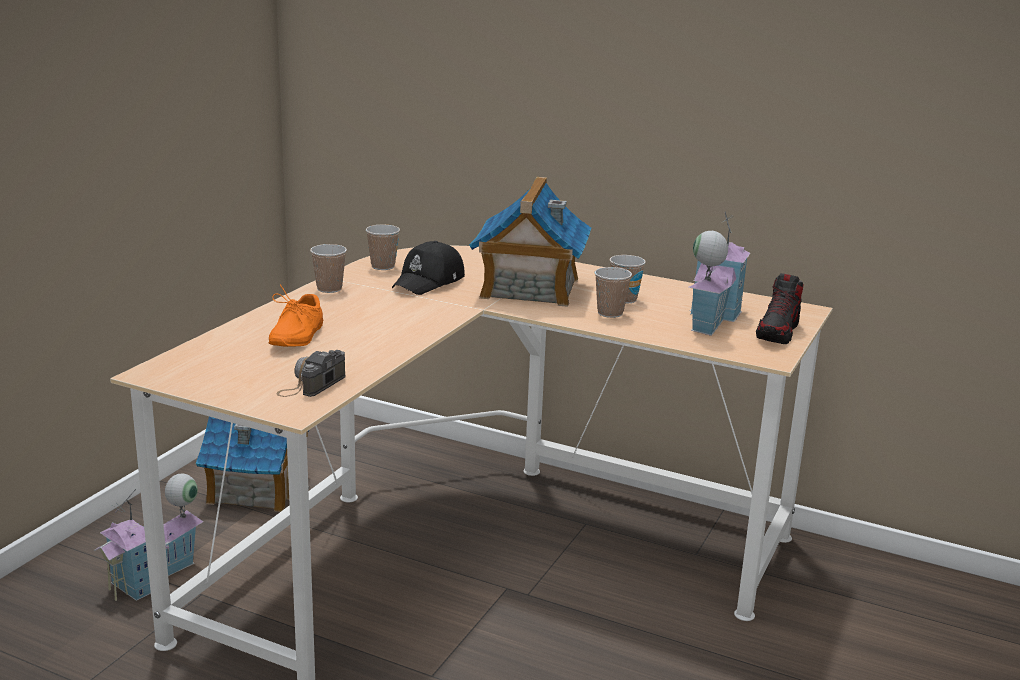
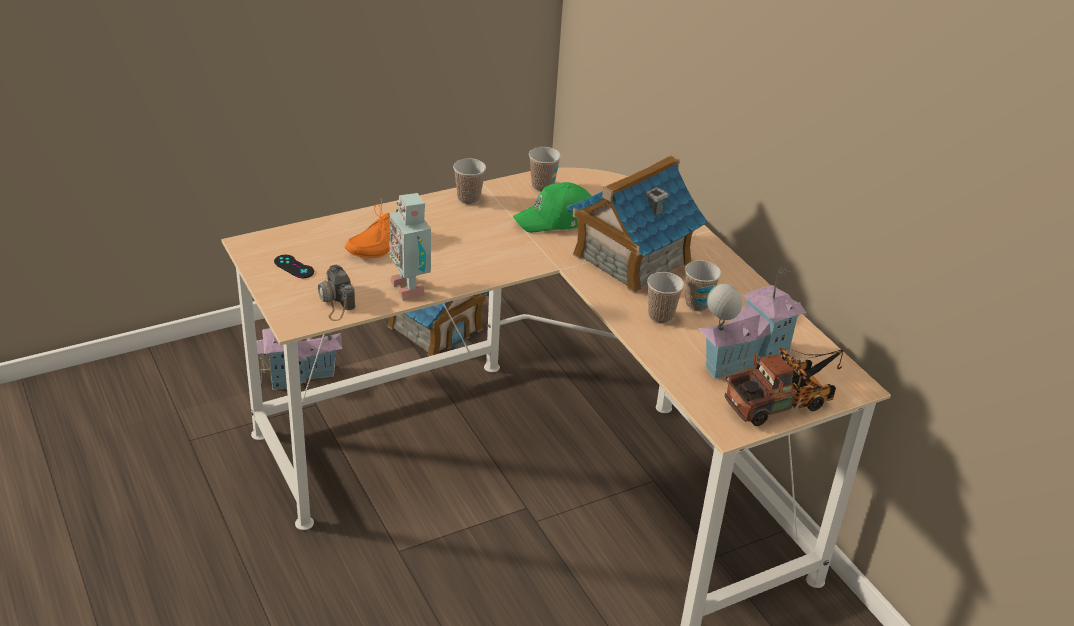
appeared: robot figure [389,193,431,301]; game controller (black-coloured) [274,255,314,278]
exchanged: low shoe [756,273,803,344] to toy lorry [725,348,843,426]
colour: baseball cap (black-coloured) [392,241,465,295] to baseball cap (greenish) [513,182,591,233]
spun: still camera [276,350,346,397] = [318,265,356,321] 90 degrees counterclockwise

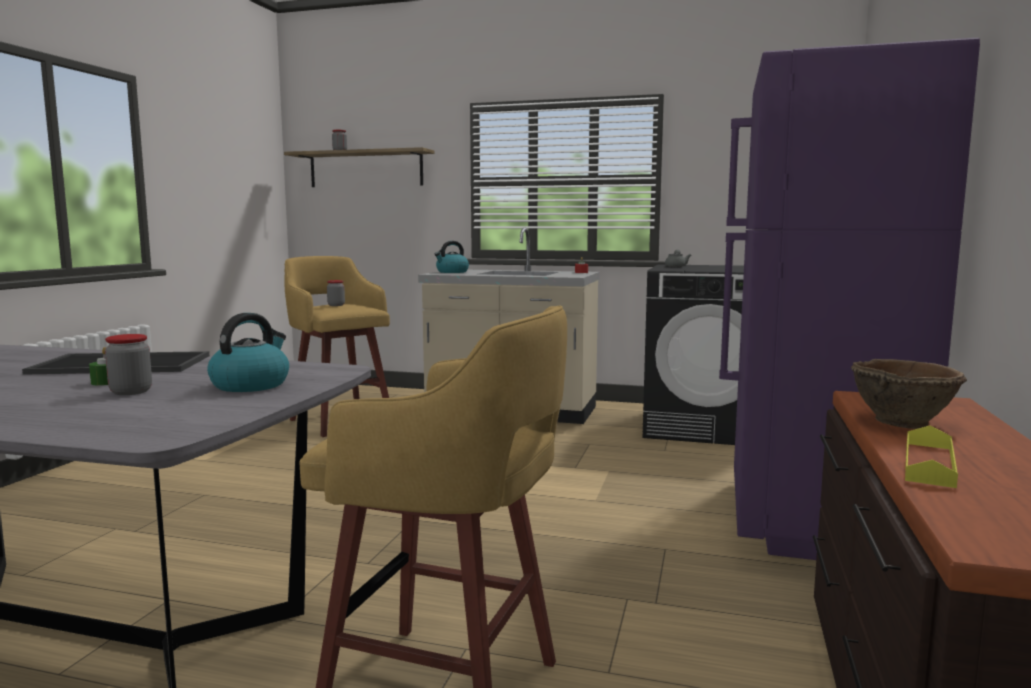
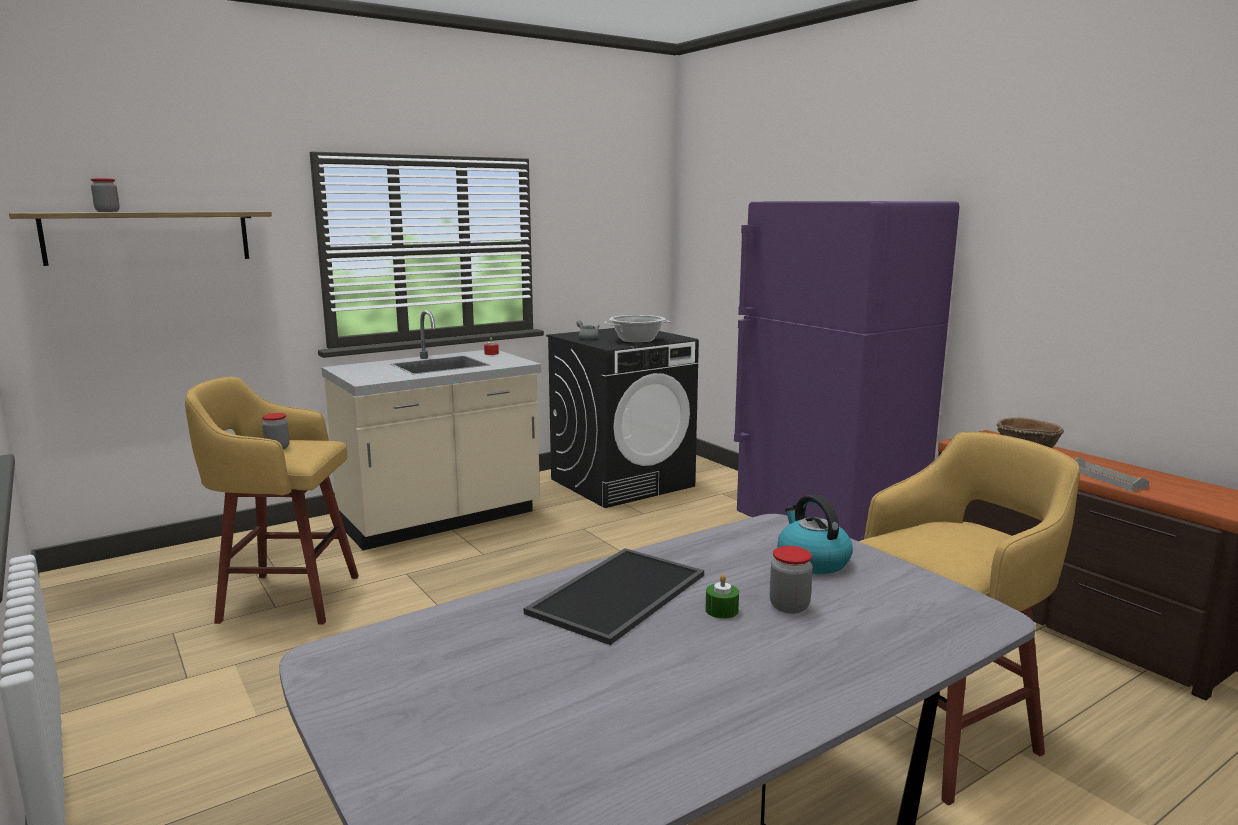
missing: tea kettle [434,241,469,273]
appeared: cooking pot [604,315,671,343]
colour: serving tray (yellow-coloured) [905,425,958,488] to serving tray (gray) [1074,457,1149,491]

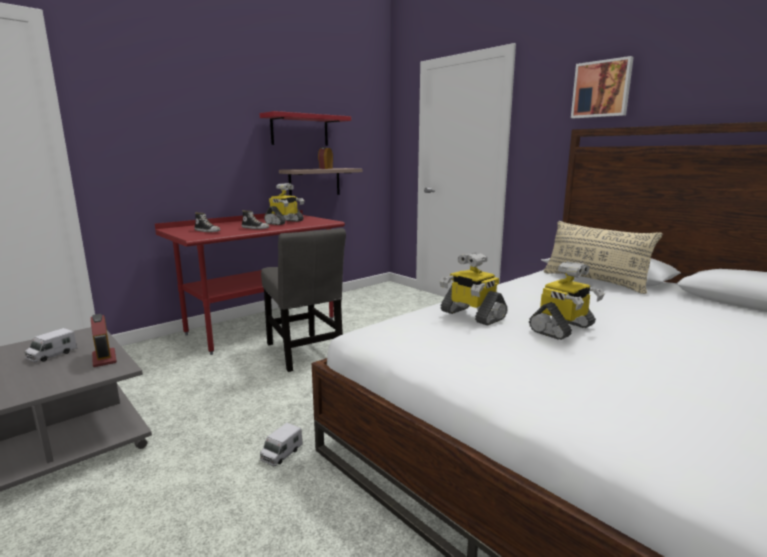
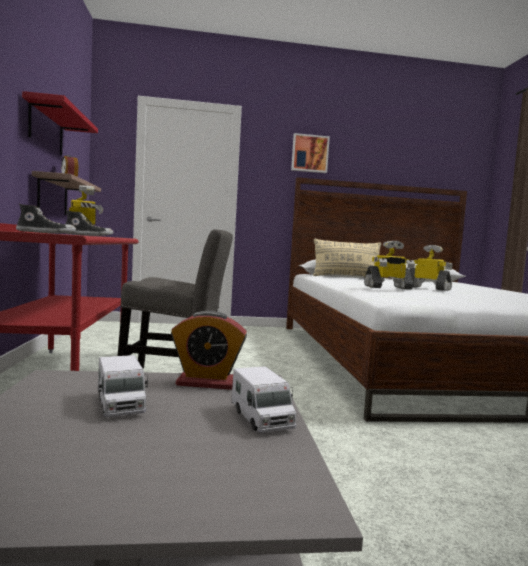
relocated: toy lorry [260,423,303,466] to [231,366,296,433]
spun: robot figure [529,261,605,340] = [409,245,452,291] 45 degrees counterclockwise

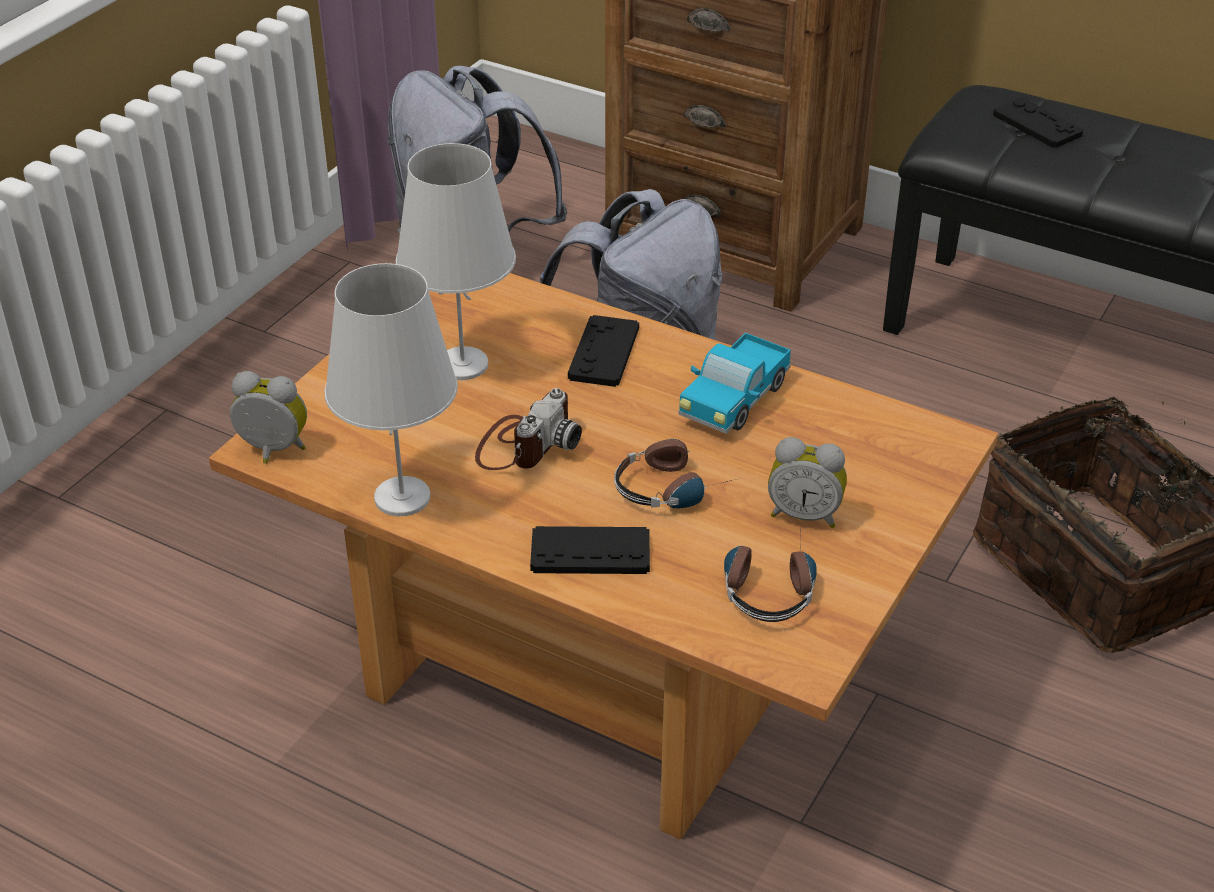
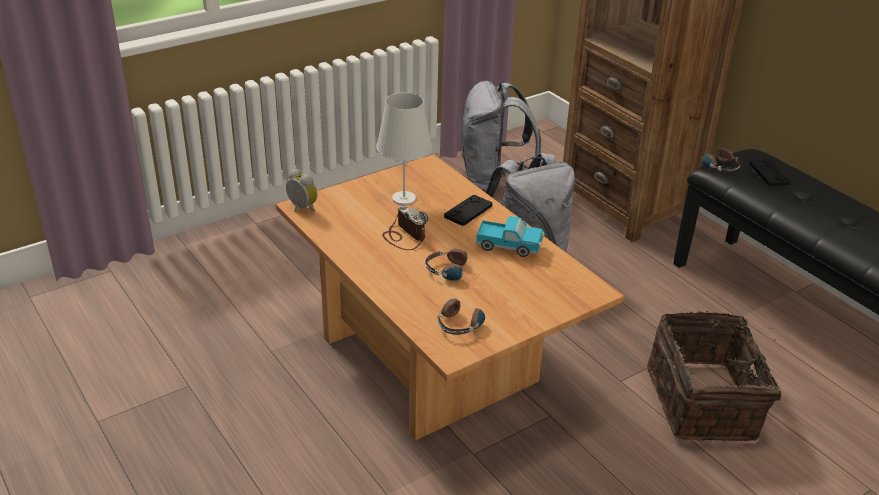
missing: table lamp (white) [325,263,458,516]; alarm clock [768,437,847,528]; game controller (black-coloured) [530,526,650,574]
appeared: headphones [702,148,741,171]
spun: toy lorry [678,333,791,434] = [476,216,545,257] 135 degrees counterclockwise; still camera [475,388,582,470] = [382,205,428,250] 90 degrees counterclockwise

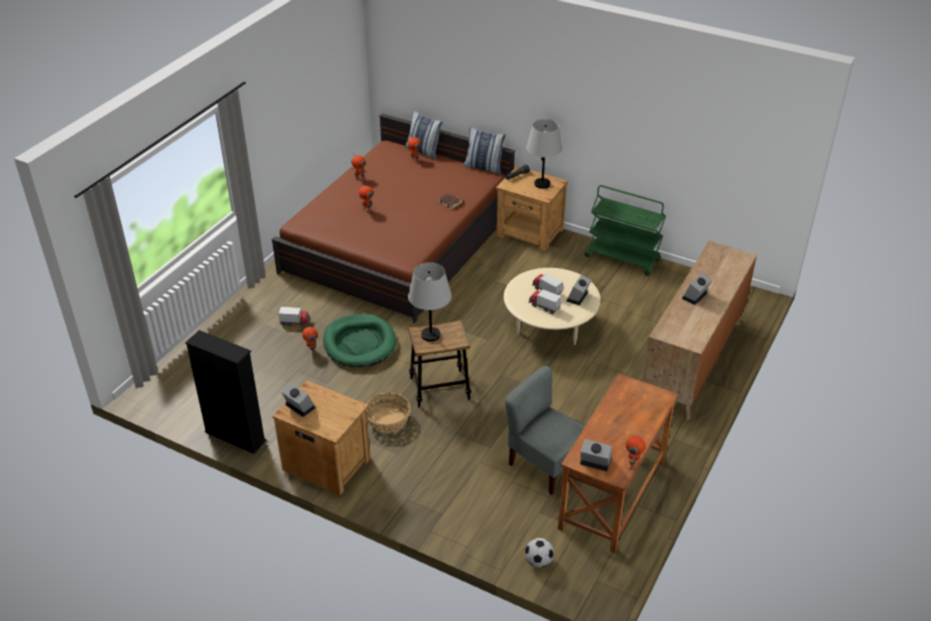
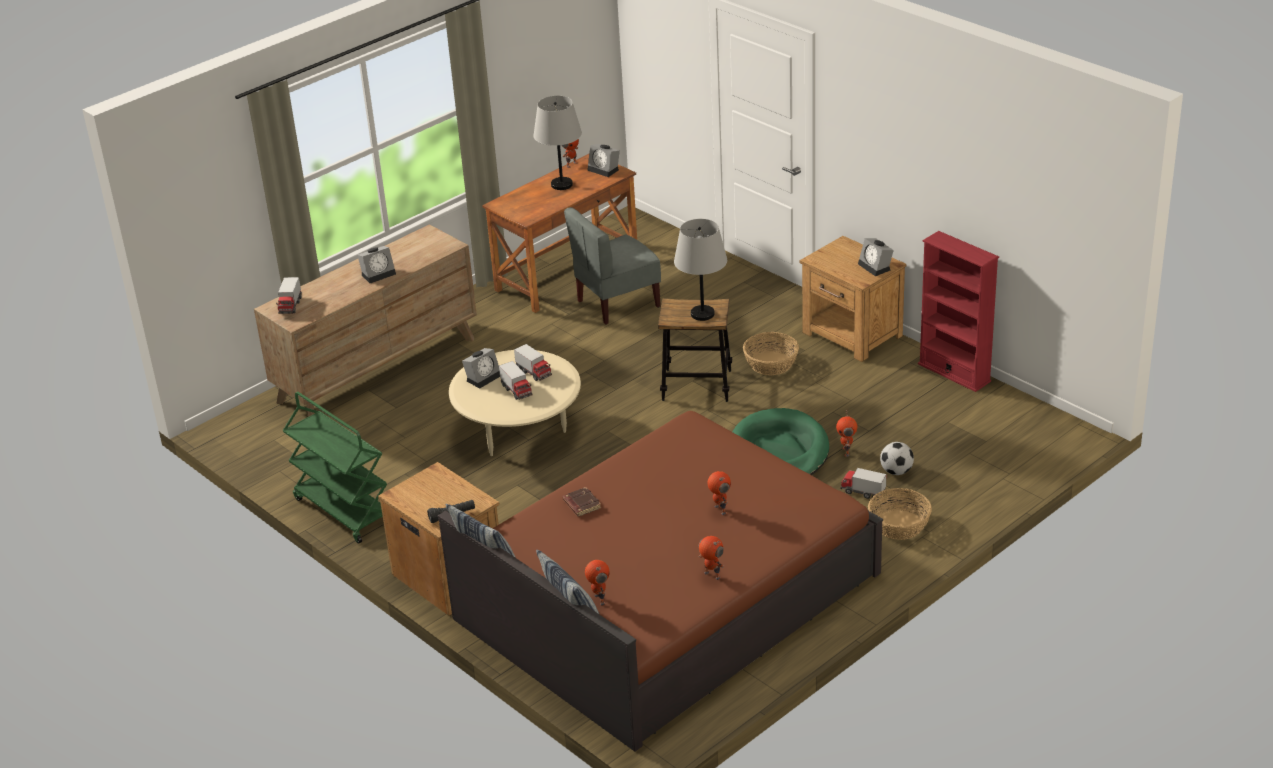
appeared: toy lorry [276,277,302,314]; storage basket [868,488,932,540]
relocated: table lamp (gray) [526,119,563,189] to [533,96,582,190]; ball for football [525,538,554,568] to [880,442,914,475]
colour: bookcase (black-coloured) [185,330,267,454] to bookcase (reddish) [918,231,999,392]
spun: chair (gray) [505,365,586,495] = [564,207,661,325] 90 degrees clockwise

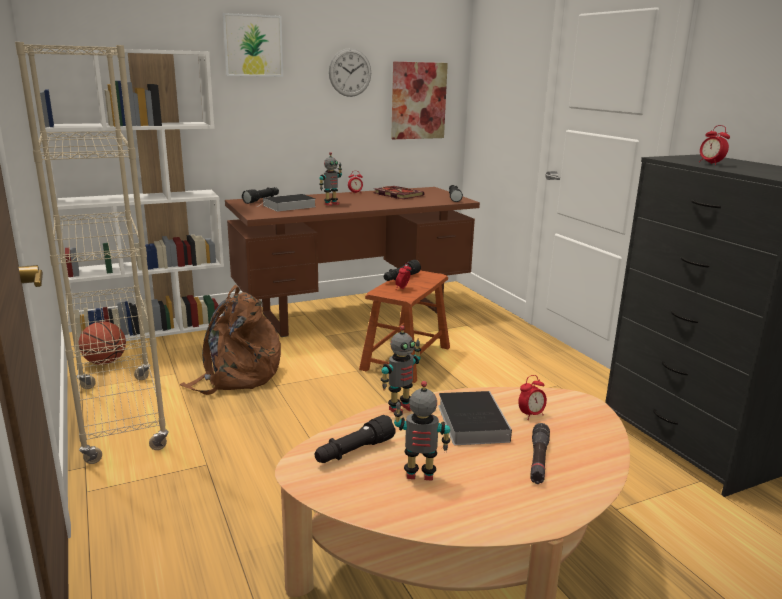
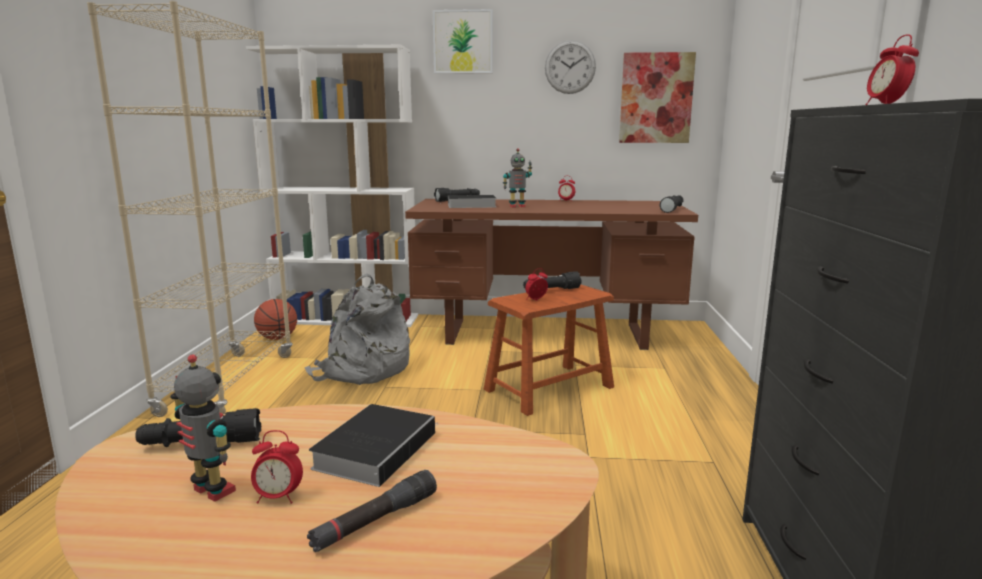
missing: volume [374,186,424,199]; robot figure [381,325,421,414]
relocated: alarm clock [518,375,547,420] to [251,430,303,504]
colour: rucksack (brown) [180,285,281,395] to rucksack (gray) [305,274,410,385]

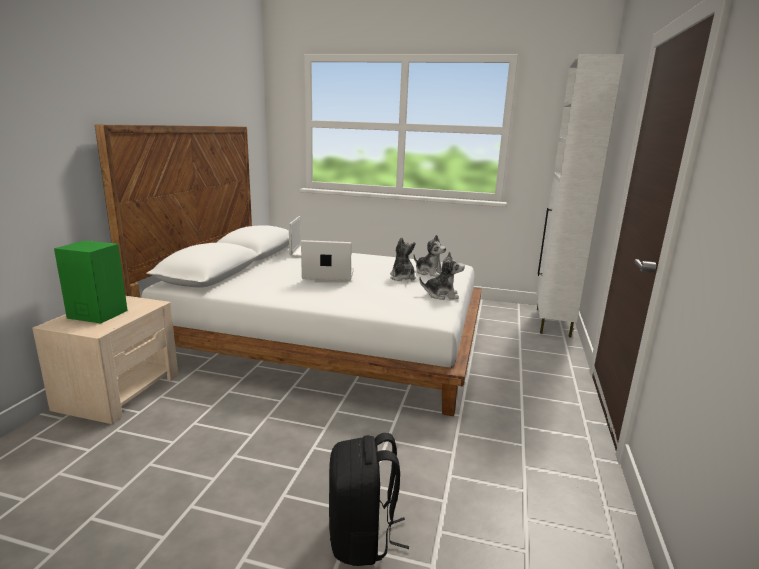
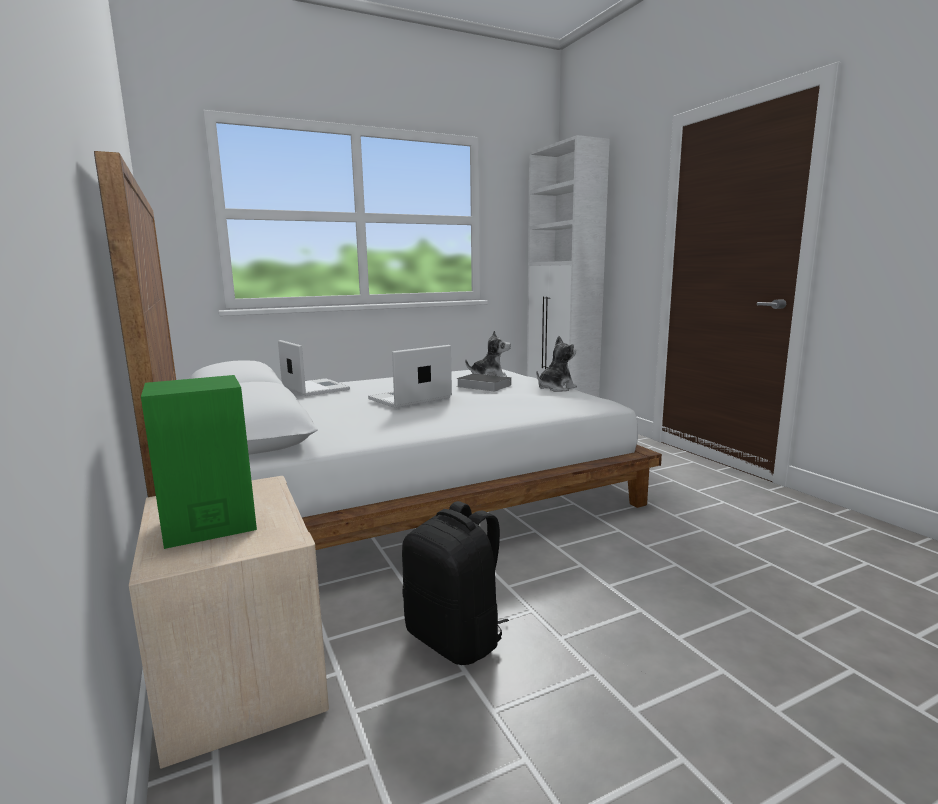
relocated: rucksack (black-coloured) [329,433,409,566] to [402,501,509,665]
exchanged: plush toy [390,237,416,281] to volume [456,374,511,391]

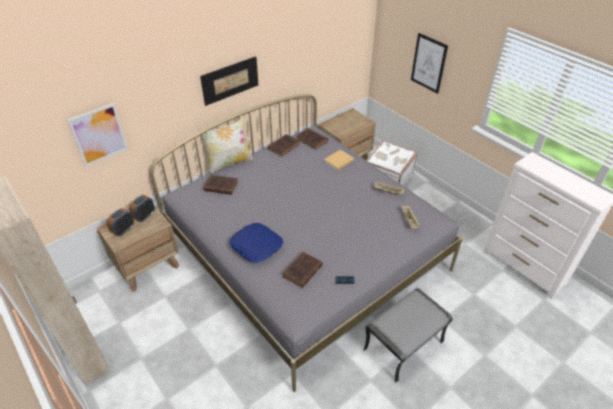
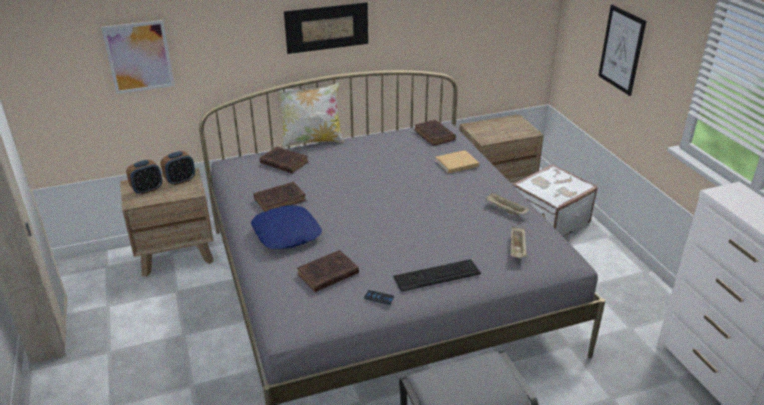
appeared: keyboard [393,259,481,292]
relocated: volume (brown) [268,134,299,156] to [254,182,306,212]

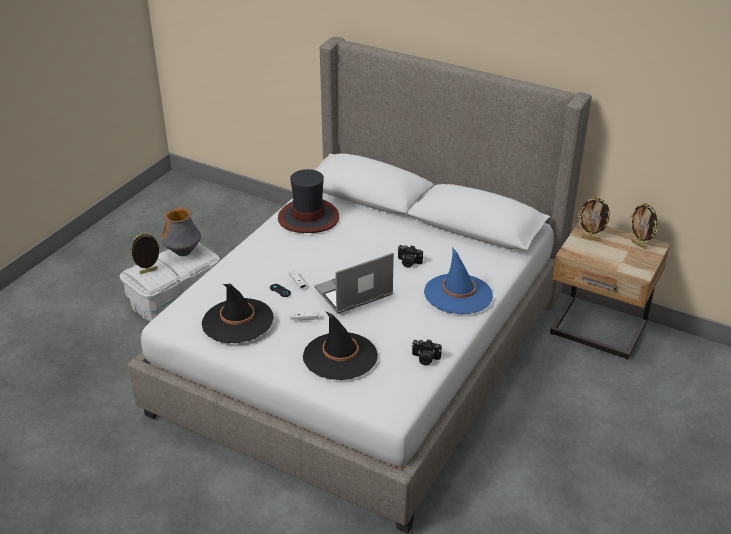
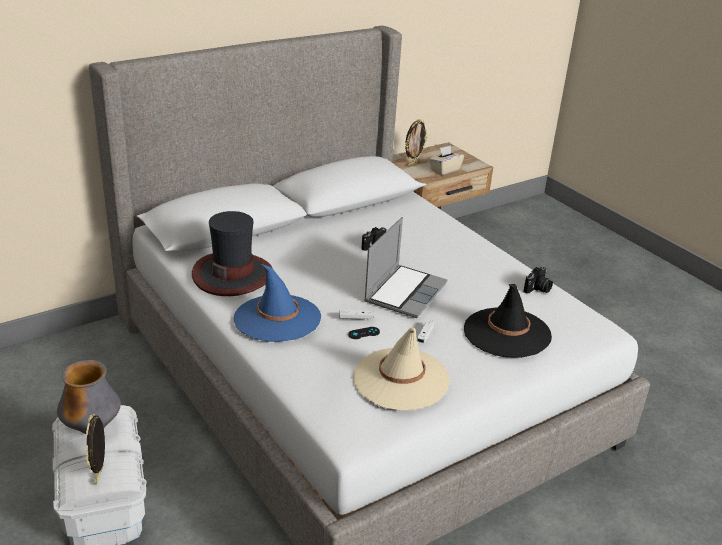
missing: standing frame [630,203,658,250]
appeared: box of tissues (beige) [429,145,464,175]
relocated: clothing hat (bluish) [424,247,493,314] to [234,264,321,342]
colour: clothing hat (black-coloured) [202,284,274,343] to clothing hat (beige) [353,327,450,411]
spun: laptop [315,253,394,314] = [364,217,447,318] 150 degrees counterclockwise

